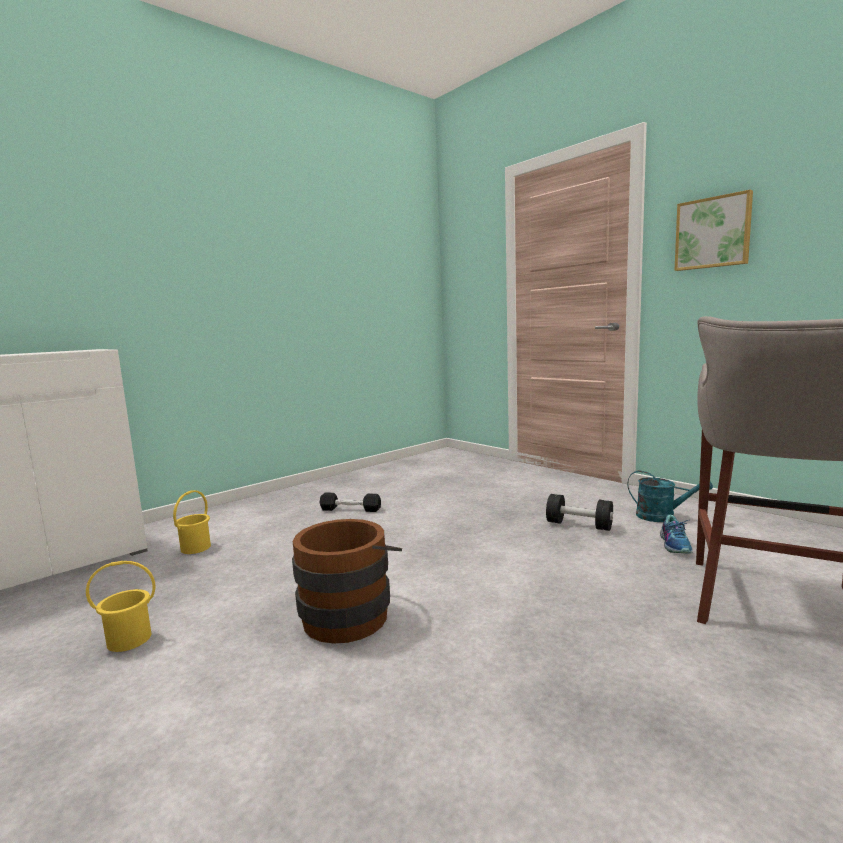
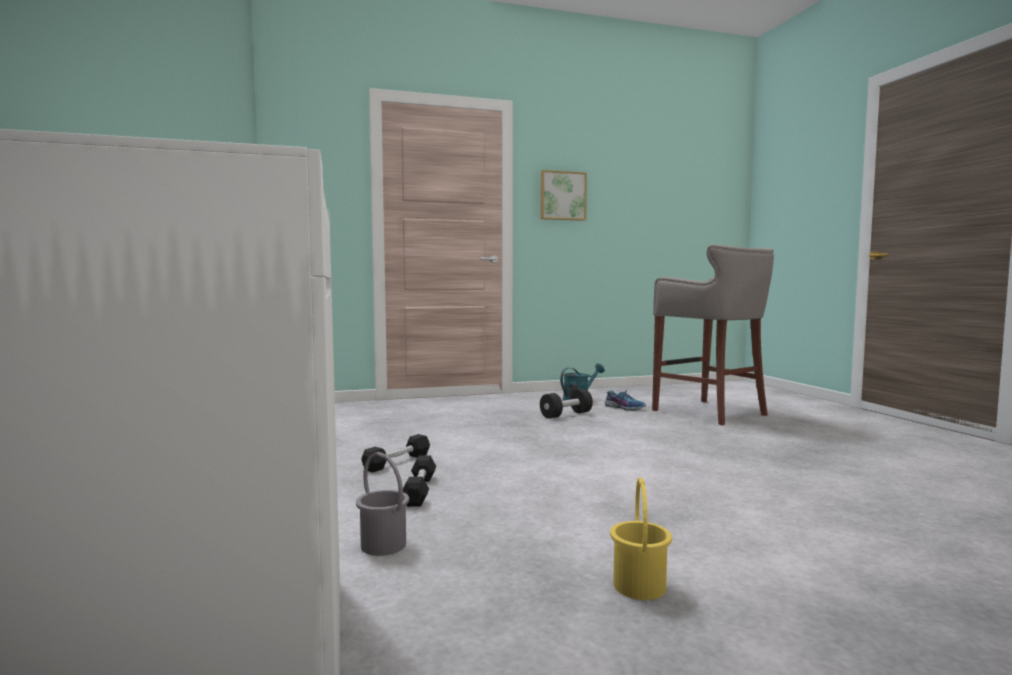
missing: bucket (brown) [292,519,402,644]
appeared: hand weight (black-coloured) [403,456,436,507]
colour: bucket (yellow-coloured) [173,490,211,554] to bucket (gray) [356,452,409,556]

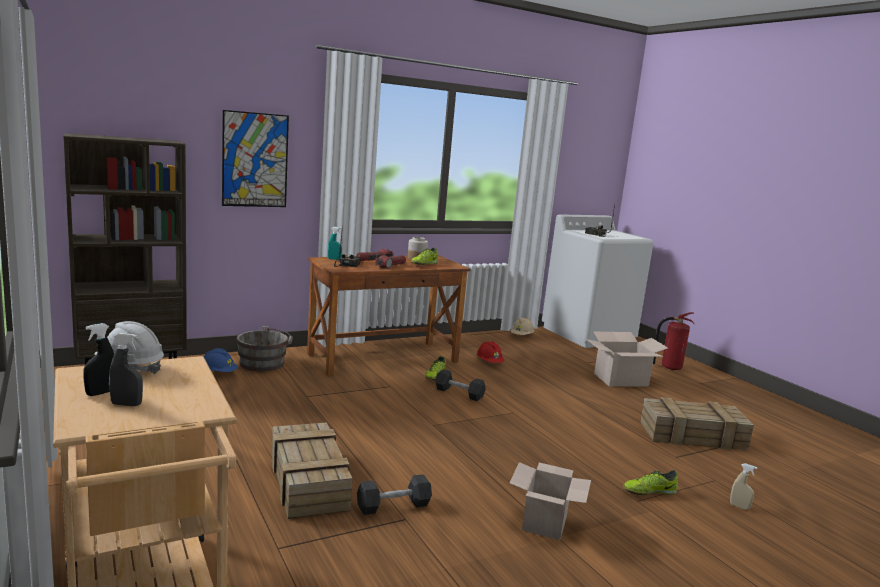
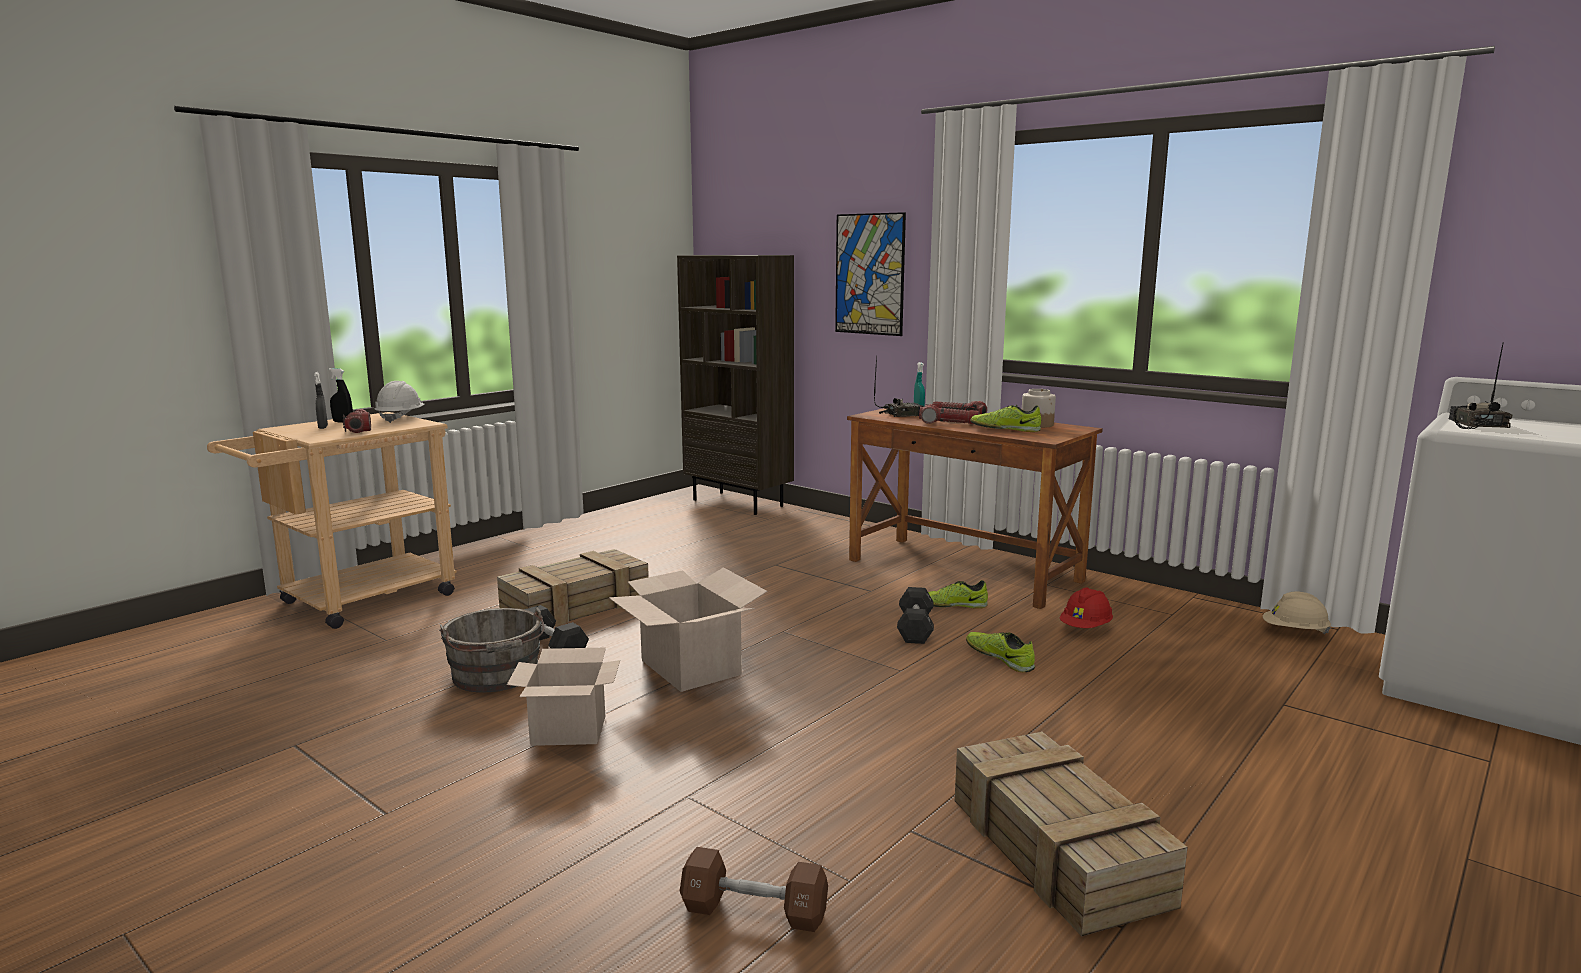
missing: extinguisher [653,312,695,371]; hard hat (bluish) [204,348,238,372]
appeared: torch [343,409,371,433]
relocated: bucket (gray) [236,326,293,372] to [439,607,545,693]; cardboard box [586,331,668,387] to [609,567,768,692]; low shoe [623,470,678,495] to [966,632,1035,672]
exchanged: spray bottle (beige) [730,463,757,510] to hand weight (brown) [680,847,828,932]

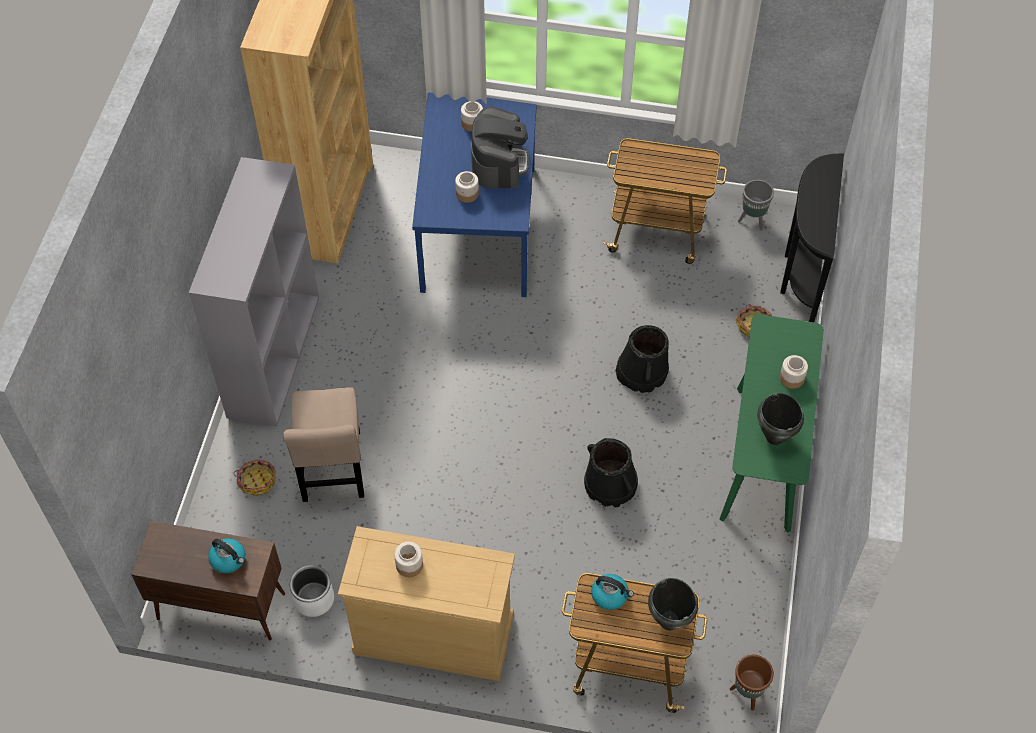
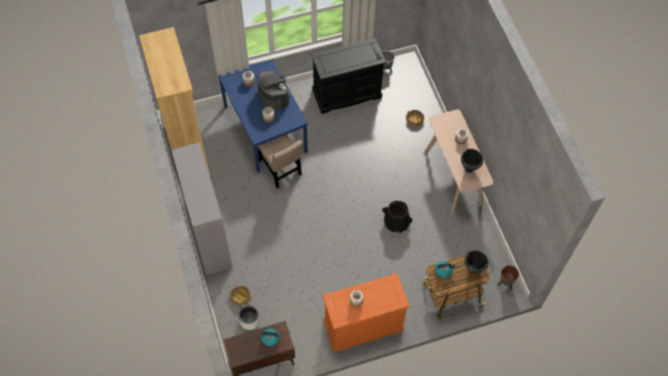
missing: narrow table (black-coloured) [780,154,844,322]; bucket (black-coloured) [616,325,669,393]
relocated: chair (beige) [283,387,364,502] to [257,134,303,188]; plant pot (white) [290,565,334,617] to [238,305,260,330]
exchanged: trolley [603,138,727,264] to dresser (black-coloured) [311,38,386,114]
colour: narrow table (greenish) [720,314,824,532] to narrow table (beige) [424,109,493,215]; dresser (beige) [338,526,515,681] to dresser (orange) [322,273,410,352]

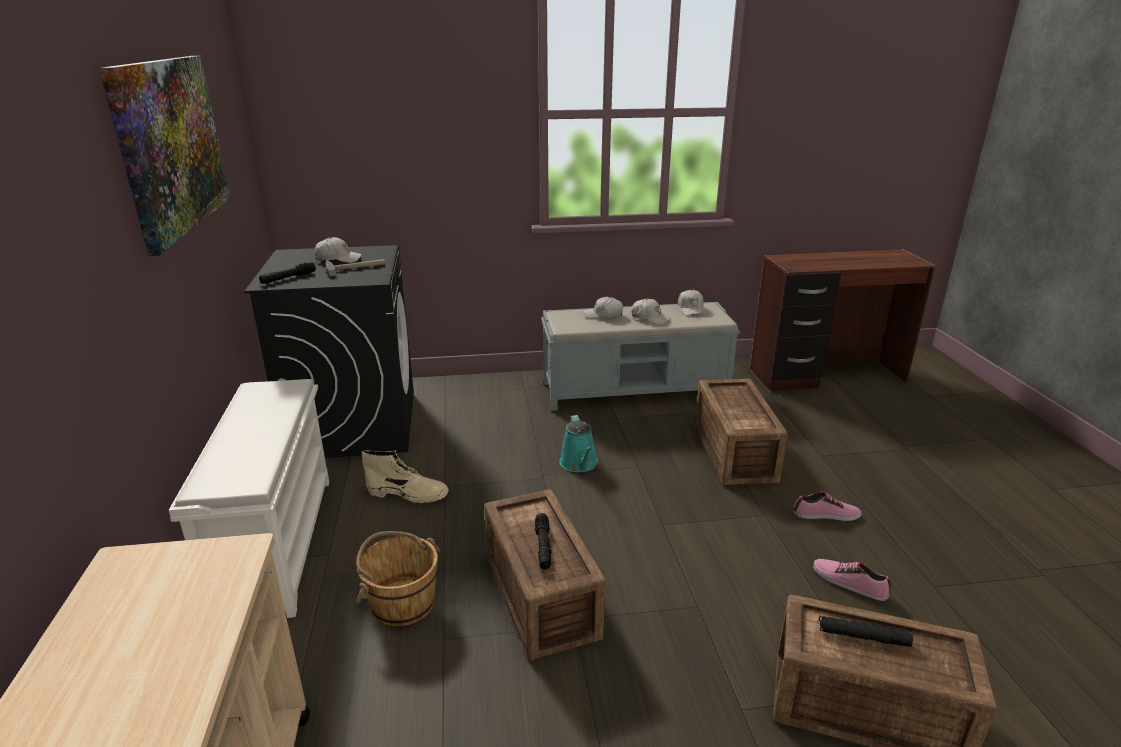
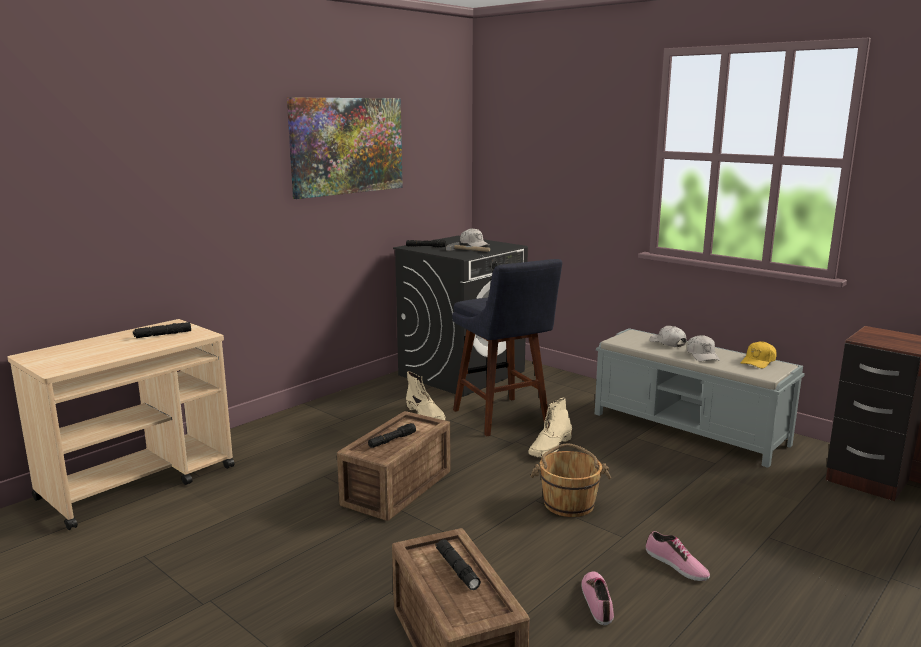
missing: shoe stand (white) [169,379,329,618]; crate [695,379,788,485]
appeared: stool seat (bluish) [452,259,562,437]; torch (black-coloured) [133,322,191,338]
relocated: bucket (brown) [356,531,440,627] to [530,443,611,517]
exchanged: watering can (blue-green) [559,415,598,472] to boot (beige) [528,397,572,457]
colour: baseball cap (white) [678,290,706,316] to baseball cap (yellow-coloured) [741,341,777,368]

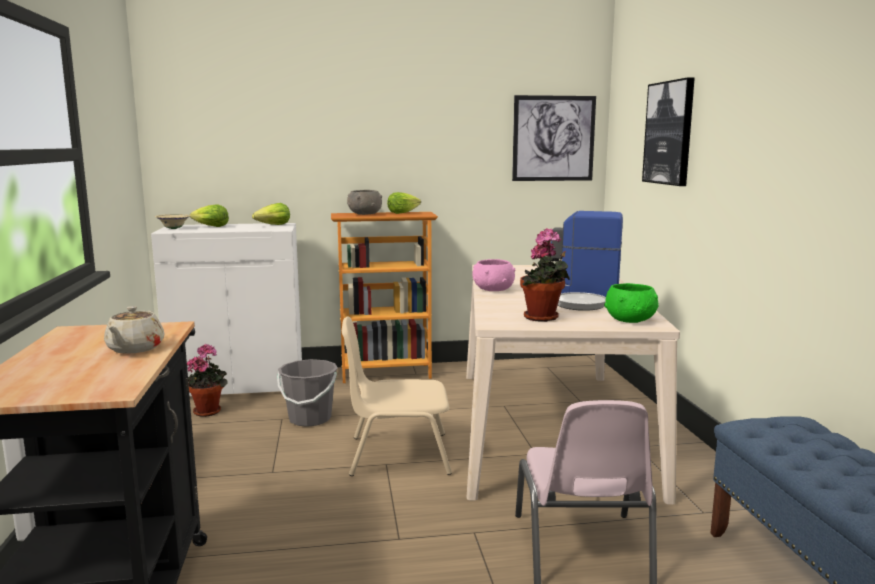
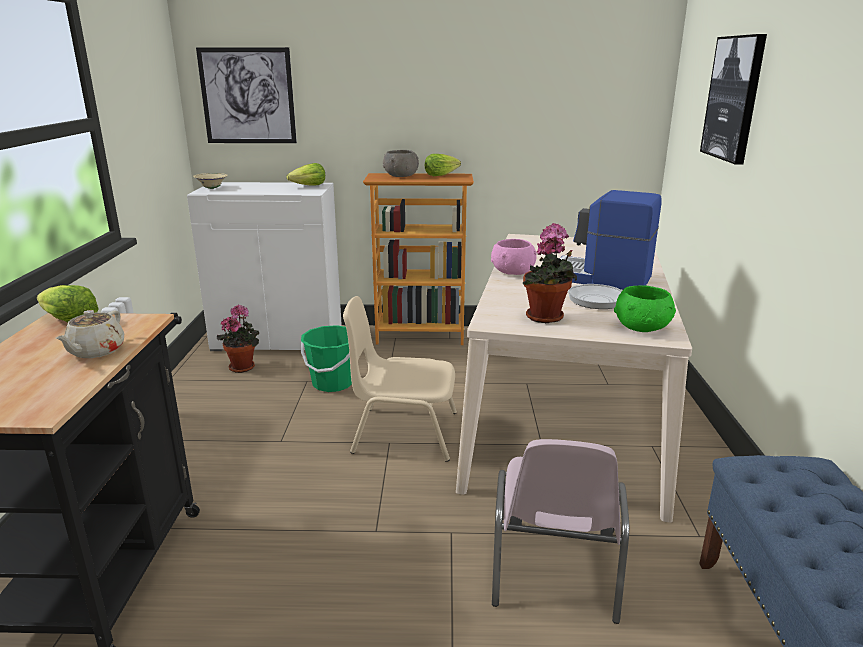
relocated: wall picture [512,95,596,181] to [196,47,297,143]; lettuce [190,205,229,227] to [37,285,99,322]
colour: bucket (gray) [277,359,338,427] to bucket (greenish) [301,325,352,392]

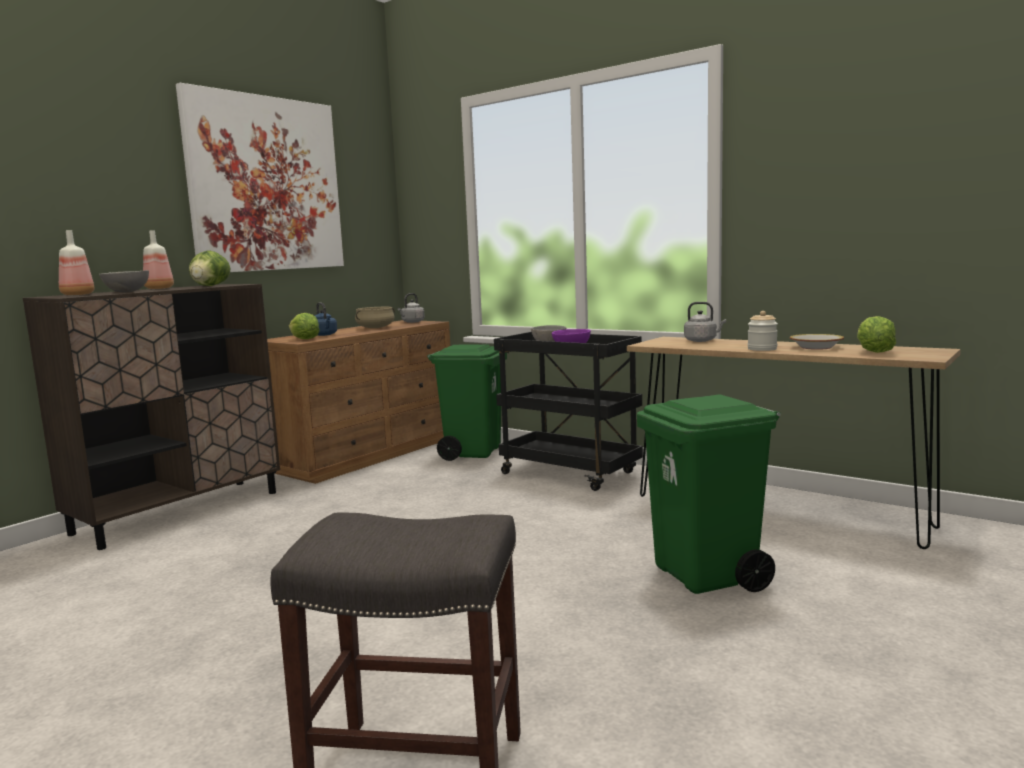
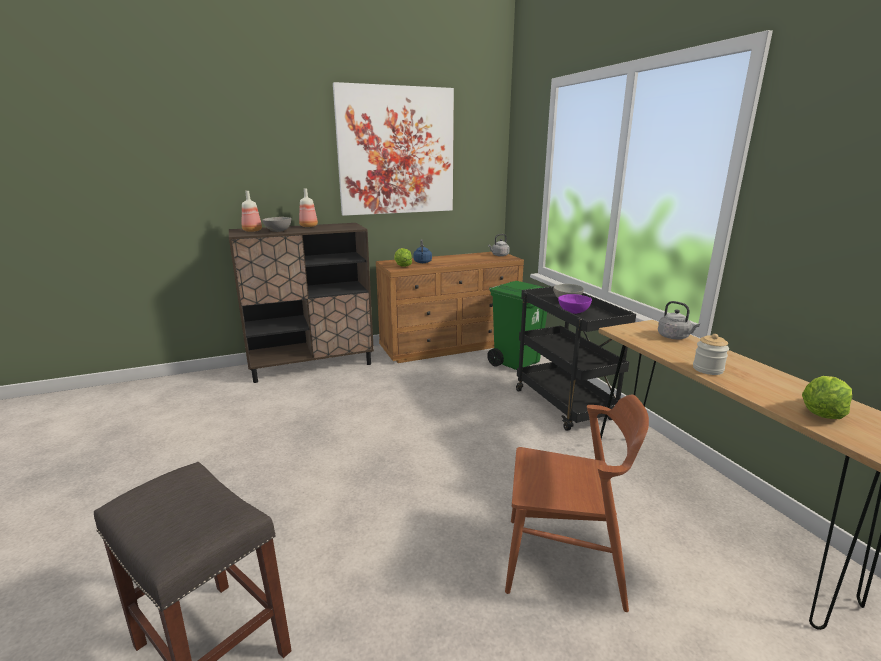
missing: lettuce [189,251,230,286]; cooking pot (beige) [355,307,395,328]; deep dish [790,334,844,350]
exchanged: waste bin (greenish) [637,395,781,594] to chair (brown) [505,395,649,612]

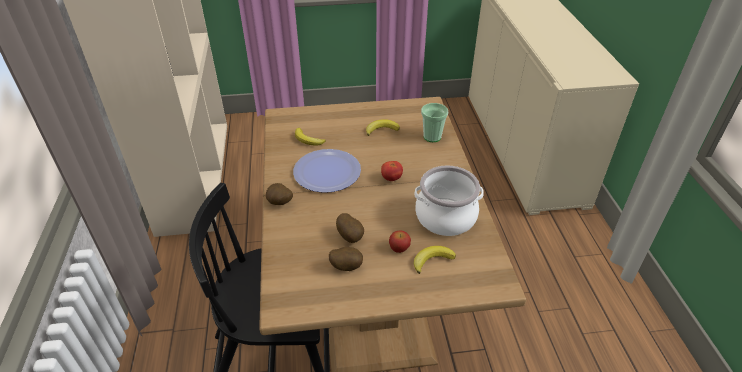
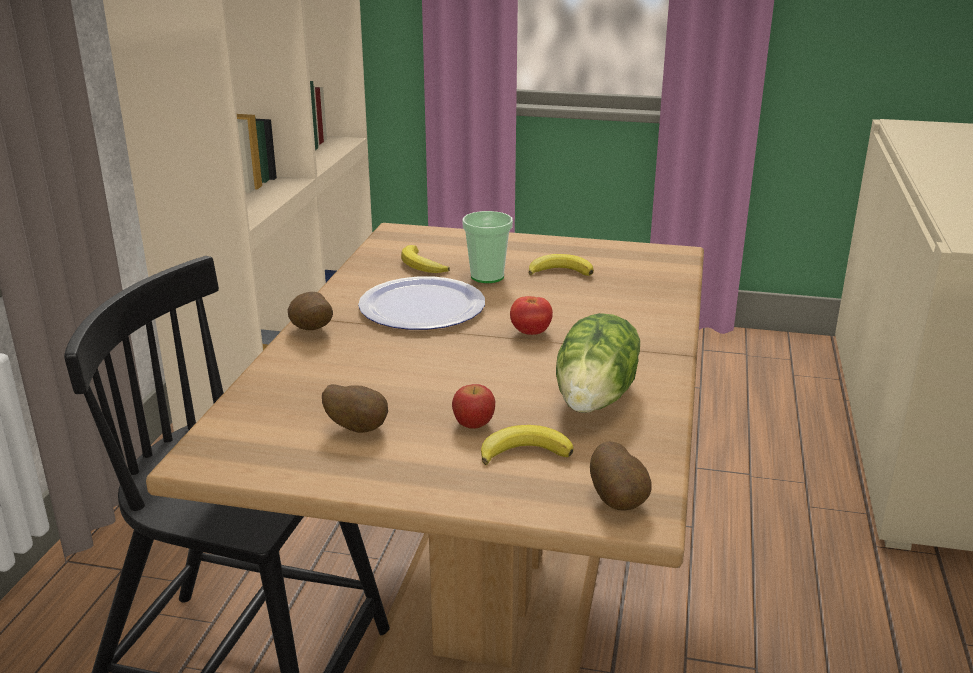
relocated: cup [421,103,448,142] to [463,211,513,283]; potato [336,213,364,243] to [590,441,652,511]
exchanged: cooking pot [414,165,484,236] to lettuce [556,313,640,413]

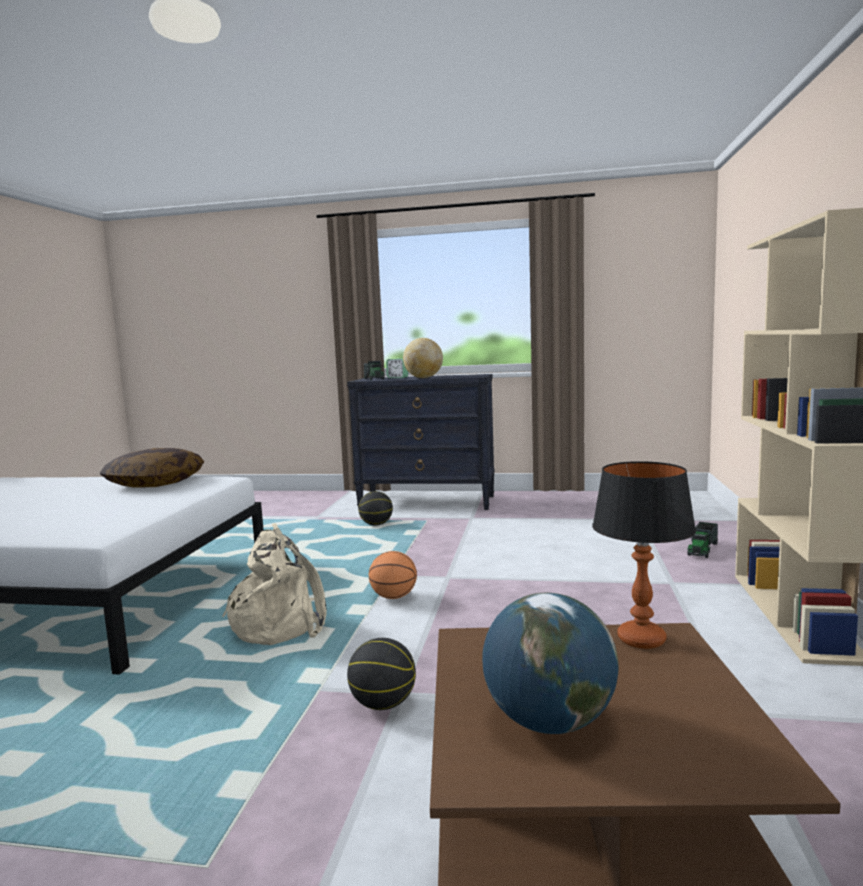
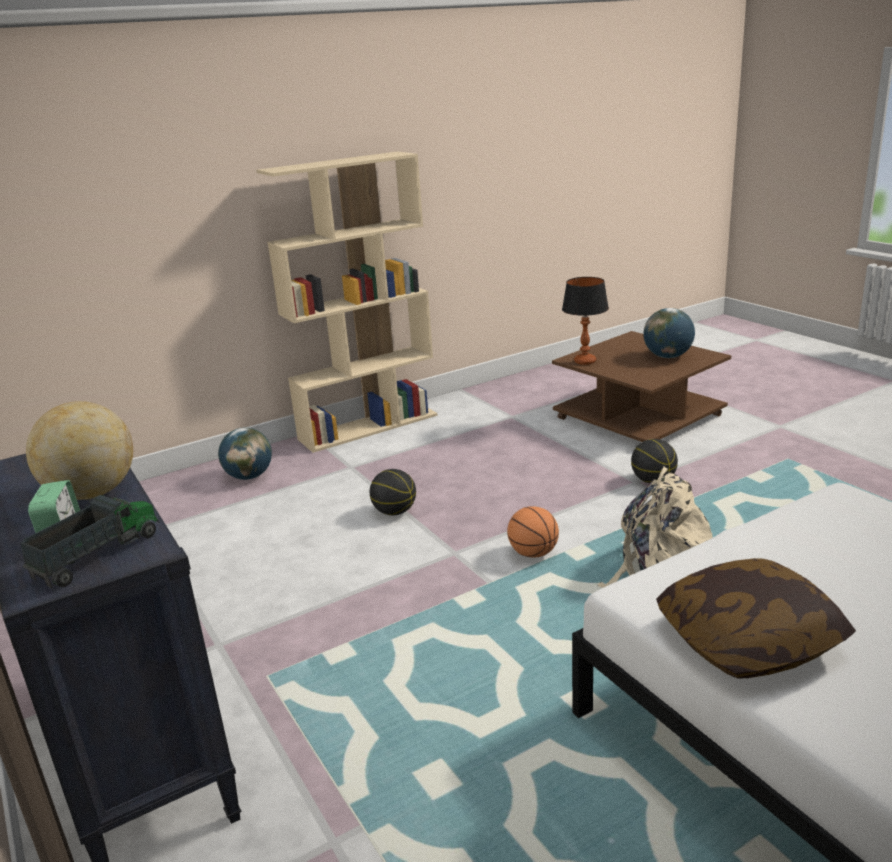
relocated: ball for basketball [358,491,393,526] to [370,469,416,515]
exchanged: toy lorry [688,522,718,558] to desk globe [218,427,272,480]

